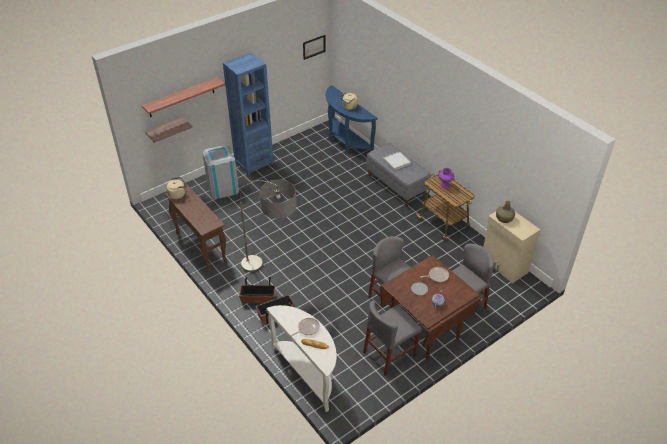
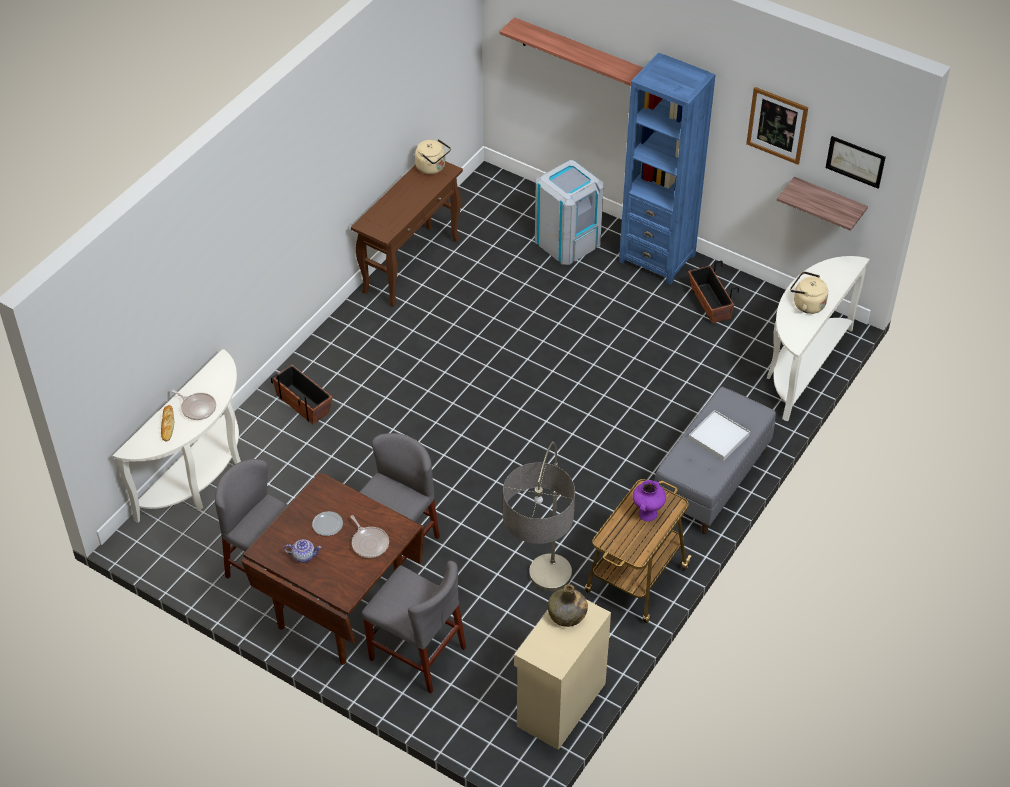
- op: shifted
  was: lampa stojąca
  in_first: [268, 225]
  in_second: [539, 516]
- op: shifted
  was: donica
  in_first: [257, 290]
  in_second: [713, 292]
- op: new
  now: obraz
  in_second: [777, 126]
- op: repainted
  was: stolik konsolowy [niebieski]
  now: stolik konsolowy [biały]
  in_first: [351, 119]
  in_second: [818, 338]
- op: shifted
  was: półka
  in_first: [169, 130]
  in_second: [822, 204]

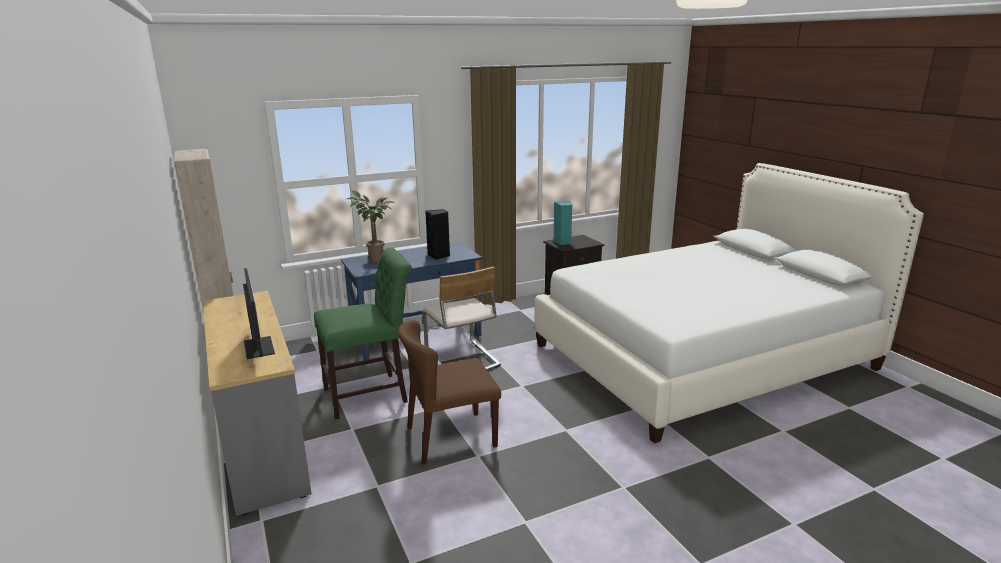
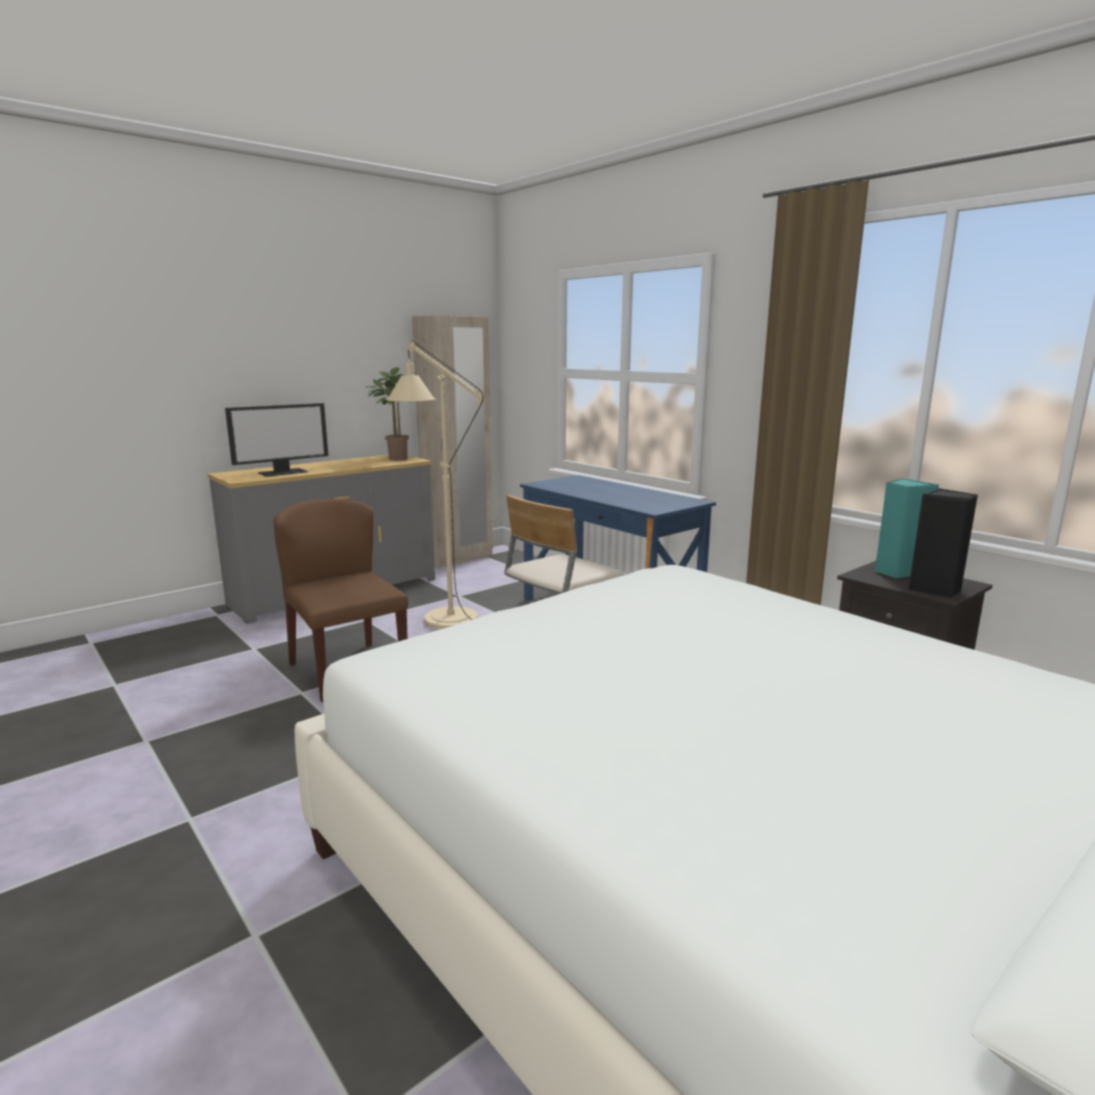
- op: shifted
  was: roślina doniczkowa
  in_first: [371, 226]
  in_second: [387, 413]
- op: swapped
  was: krzesło [zielony]
  now: lampa stojąca [beżowy]
  in_first: [363, 333]
  in_second: [435, 485]
- op: shifted
  was: głośnik [czarny]
  in_first: [437, 234]
  in_second: [943, 543]

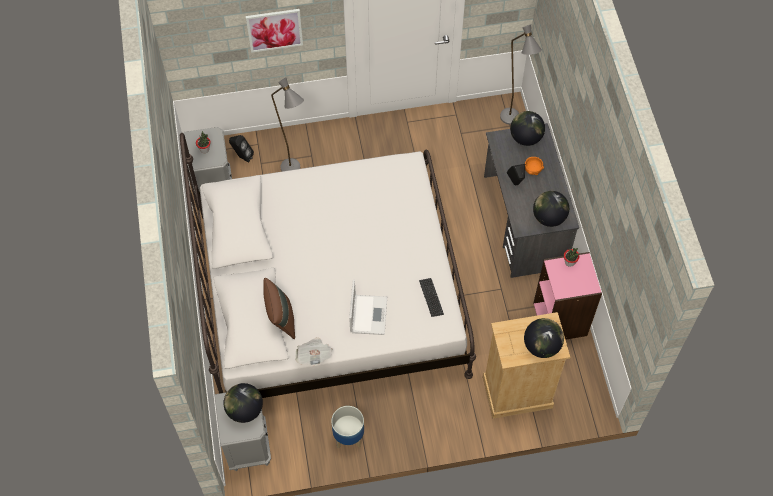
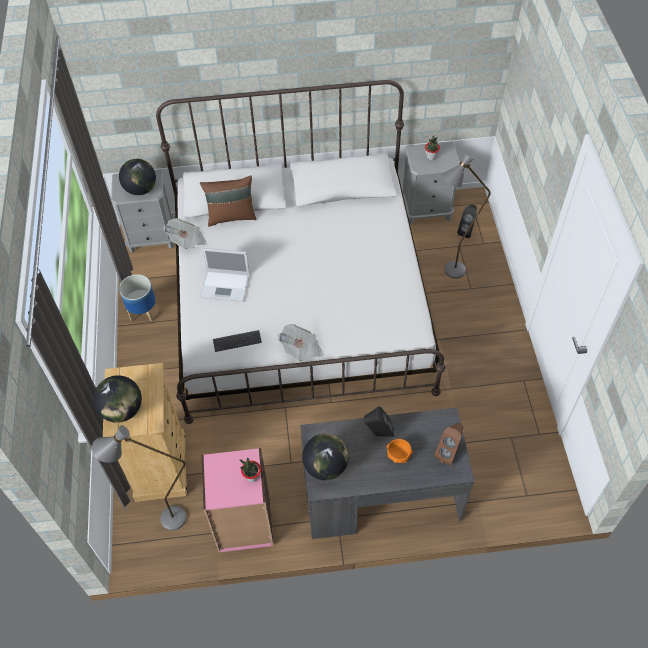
- op: shifted
  was: lampa stojąca [szary]
  in_first: [521, 74]
  in_second: [139, 477]
- op: new
  now: gazeta
  in_second: [300, 342]
- op: swapped
  was: globus
  now: głośnik [brązowy]
  in_first: [527, 128]
  in_second: [449, 444]
- op: gone
  was: obraz
  in_first: [274, 31]

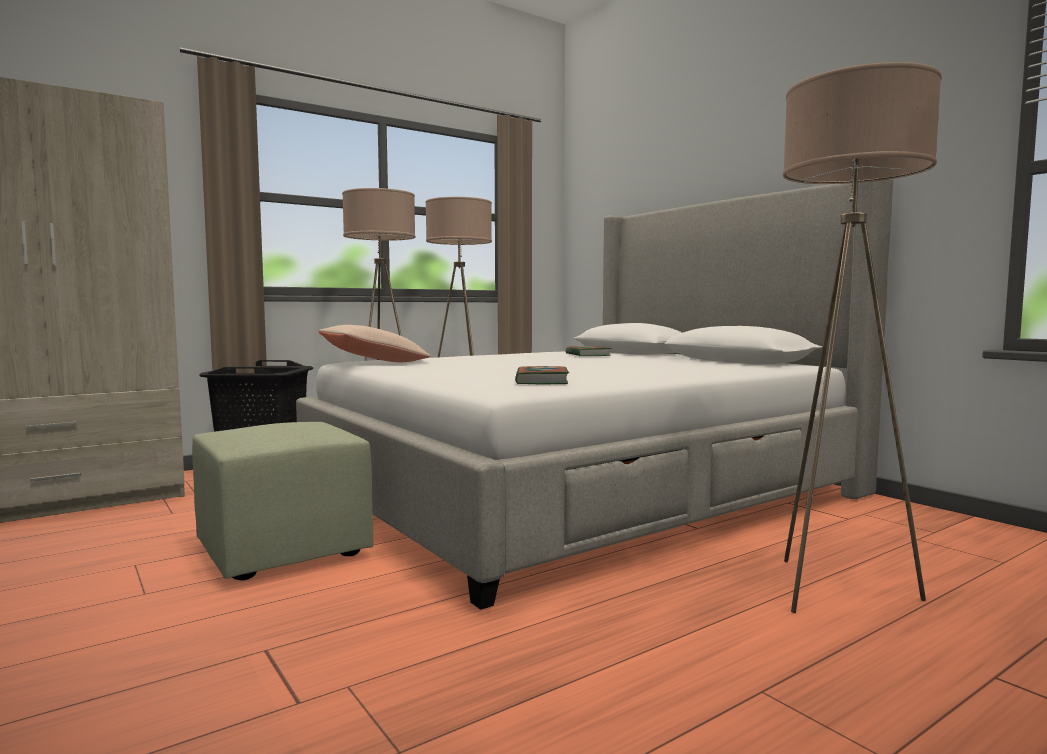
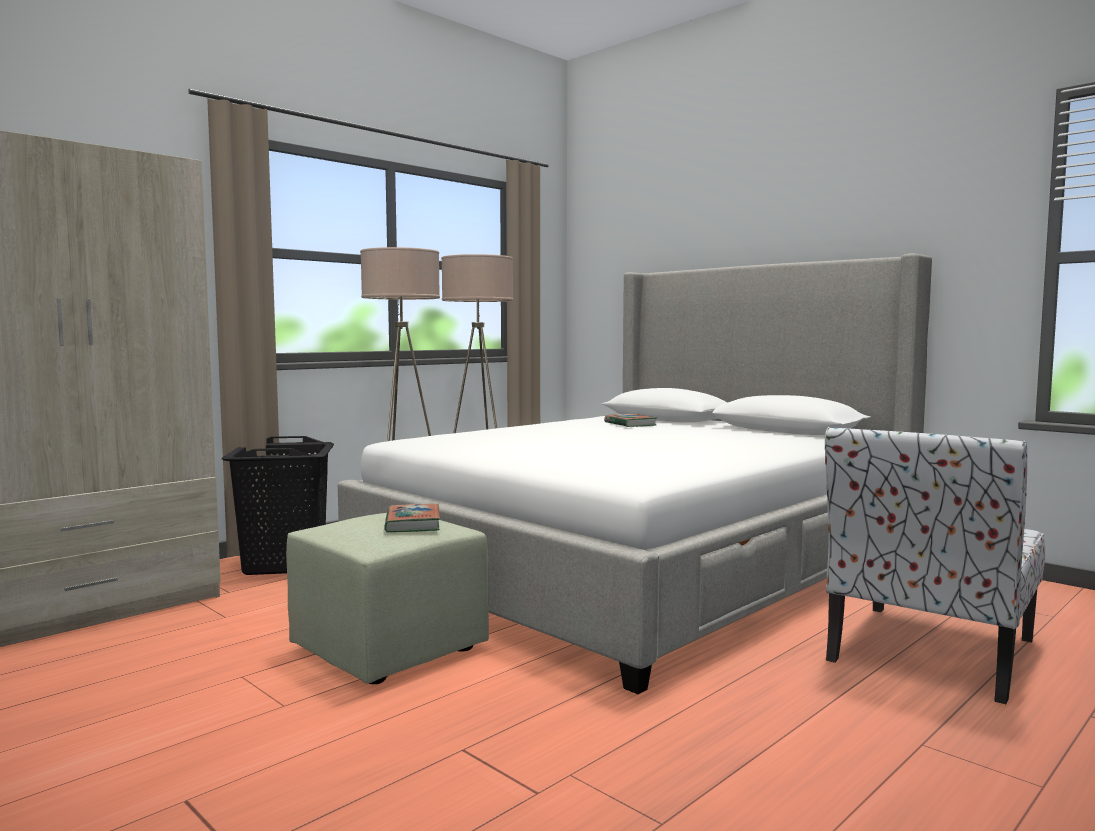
- op: shifted
  was: książka
  in_first: [542, 375]
  in_second: [412, 518]
- op: swapped
  was: lampa stojąca [beżowy]
  now: krzesło
  in_first: [862, 337]
  in_second: [935, 565]
- op: gone
  was: poduszka [beżowy]
  in_first: [374, 343]

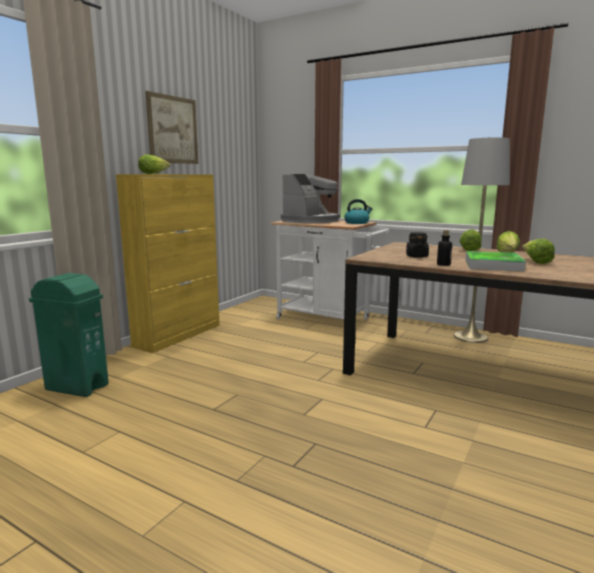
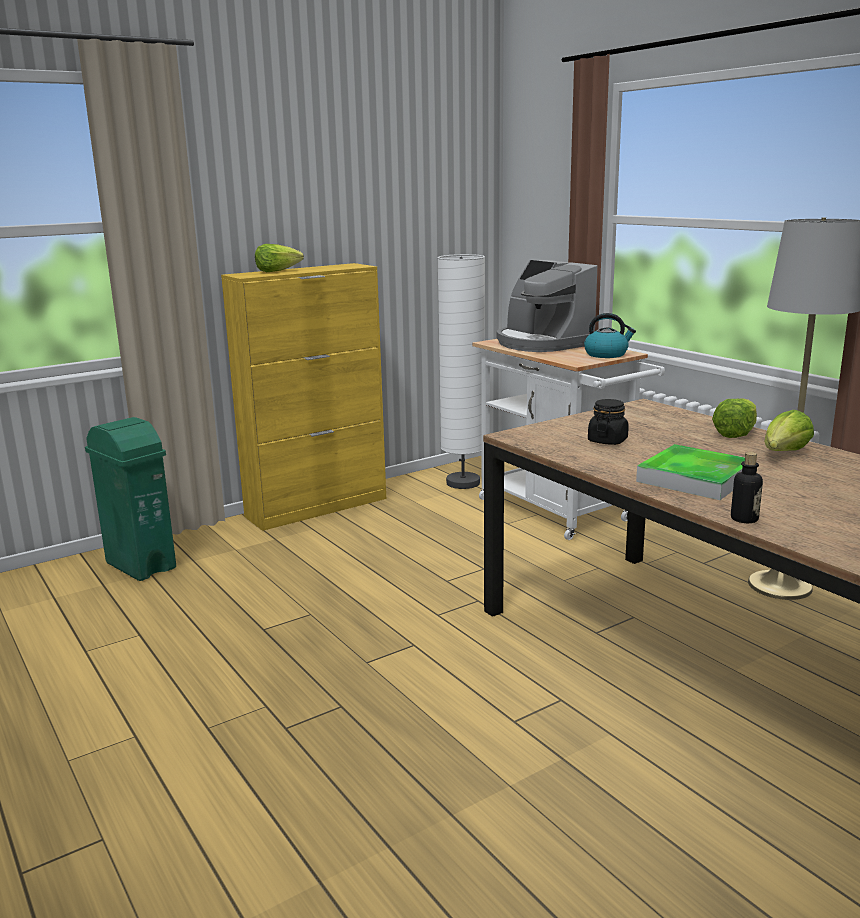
- op: new
  now: lampa stojąca [biały]
  in_second: [461, 371]
- op: rotated
  was: ekspres do kawy
  in_first: [310, 198]
  in_second: [546, 306]
  clockwise: 90
- op: shifted
  was: butelka
  in_first: [444, 248]
  in_second: [747, 487]
- op: gone
  was: obraz
  in_first: [171, 127]
- op: gone
  was: sałata
  in_first: [538, 251]

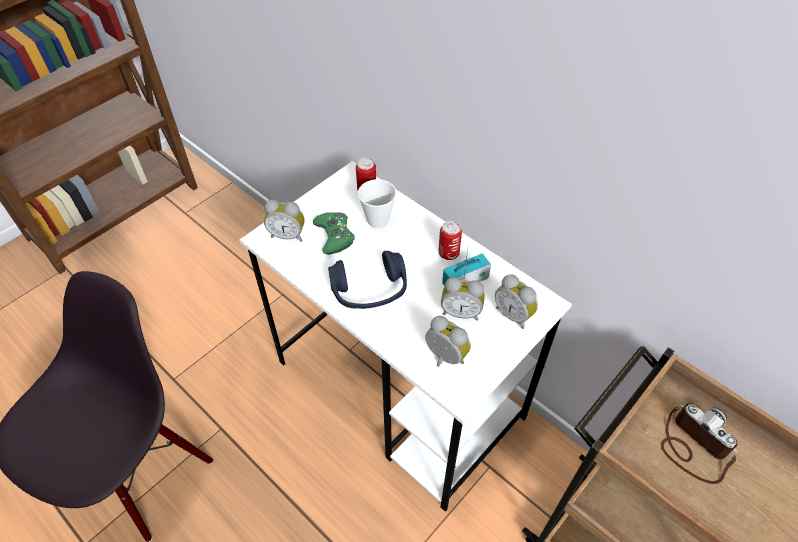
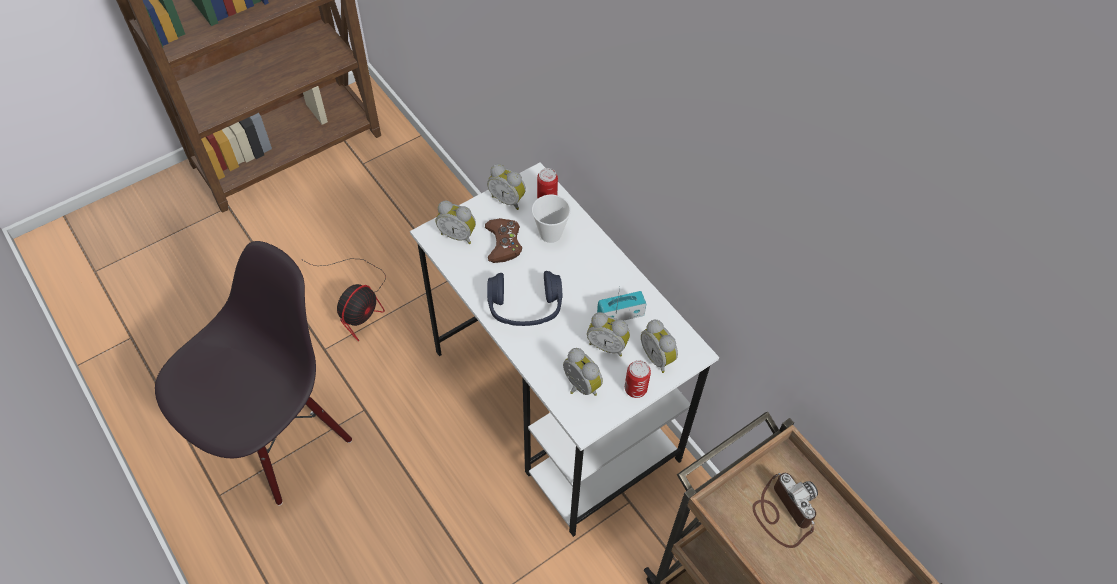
- op: new
  now: wentylator
  in_second: [343, 299]
- op: repainted
  was: pad do gier [zielony]
  now: pad do gier [brązowy]
  in_first: [333, 233]
  in_second: [503, 240]
- op: new
  now: budzik
  in_second: [506, 187]
- op: shifted
  was: puszka
  in_first: [450, 240]
  in_second: [638, 379]

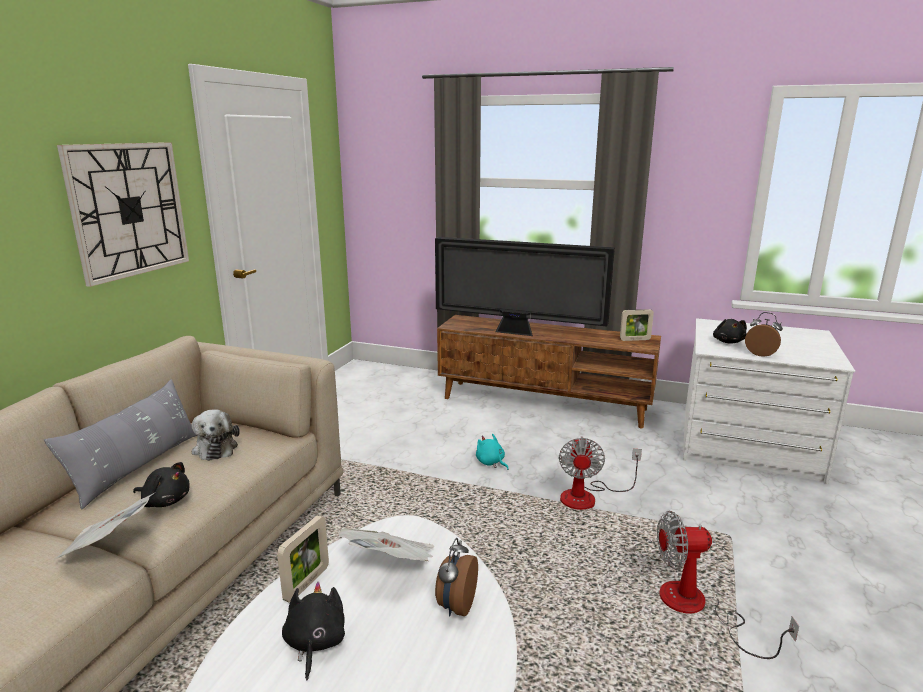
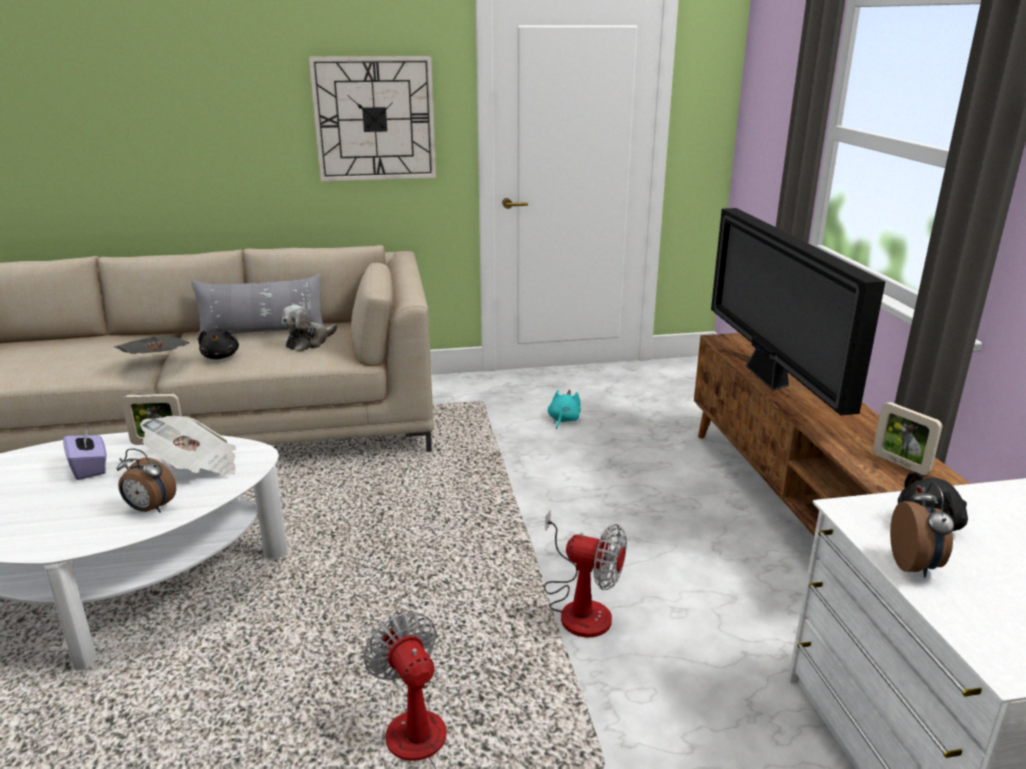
- op: swapped
  was: pluszak [czarny]
  now: pudełko chusteczek [fioletowy]
  in_first: [313, 631]
  in_second: [84, 454]
- op: rotated
  was: budzik
  in_first: [456, 577]
  in_second: [146, 480]
  clockwise: -150
- op: rotated
  was: wentylator
  in_first: [600, 473]
  in_second: [585, 574]
  clockwise: -135
- op: shifted
  was: pluszak [turkusowy]
  in_first: [492, 452]
  in_second: [564, 409]

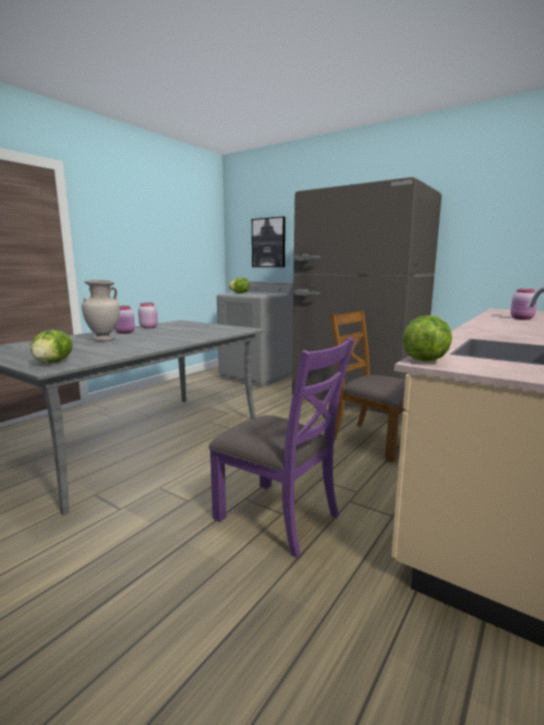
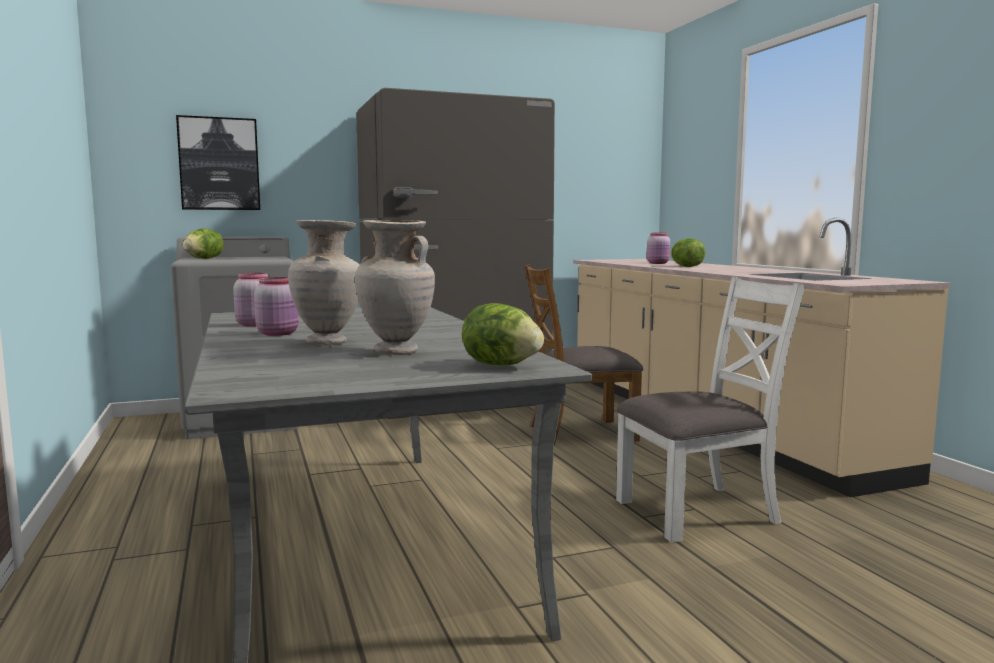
- op: new
  now: wazon [beżowy]
  in_second: [395, 287]
- op: repainted
  was: krzesło [fioletowy]
  now: krzesło [biały]
  in_first: [281, 447]
  in_second: [710, 410]
- op: shifted
  was: sałata
  in_first: [427, 338]
  in_second: [687, 252]

